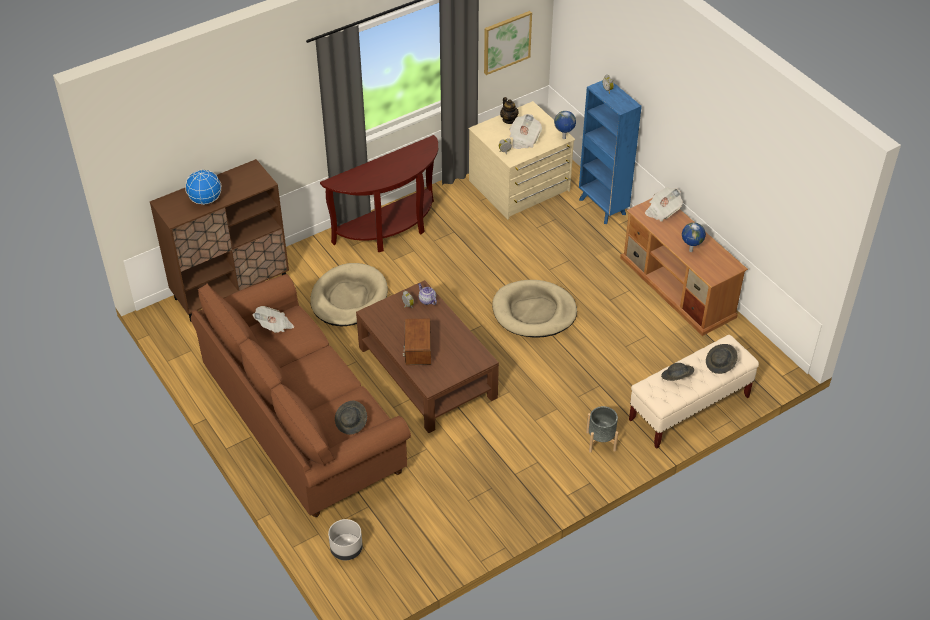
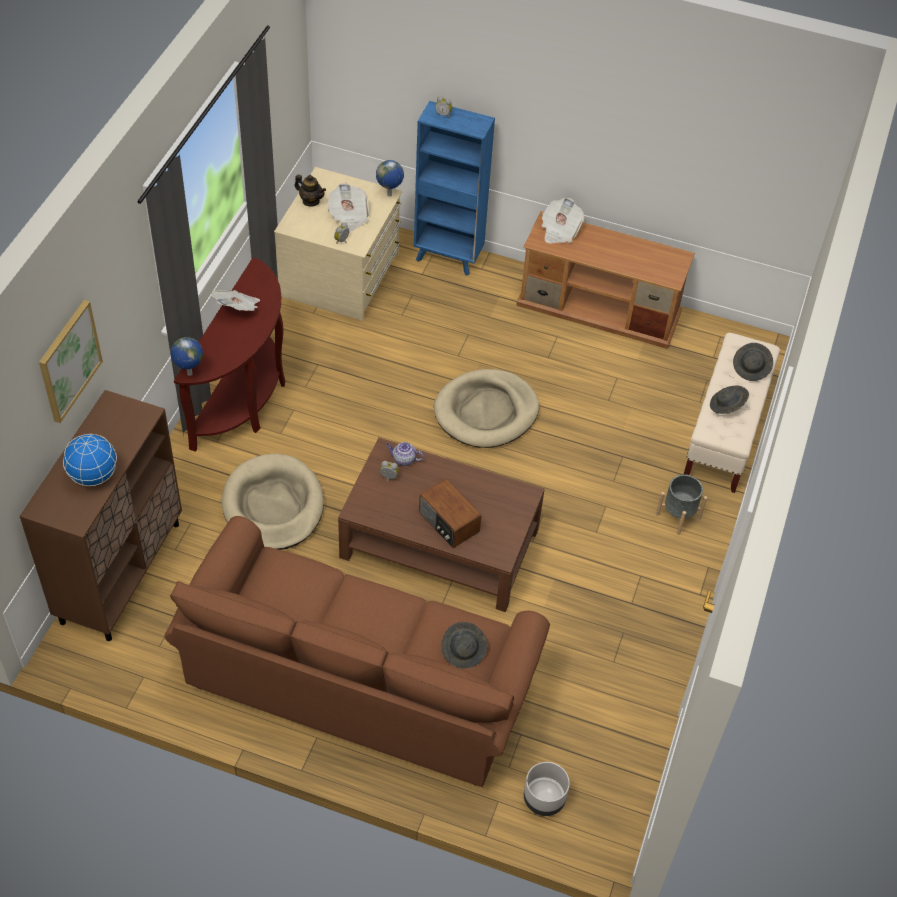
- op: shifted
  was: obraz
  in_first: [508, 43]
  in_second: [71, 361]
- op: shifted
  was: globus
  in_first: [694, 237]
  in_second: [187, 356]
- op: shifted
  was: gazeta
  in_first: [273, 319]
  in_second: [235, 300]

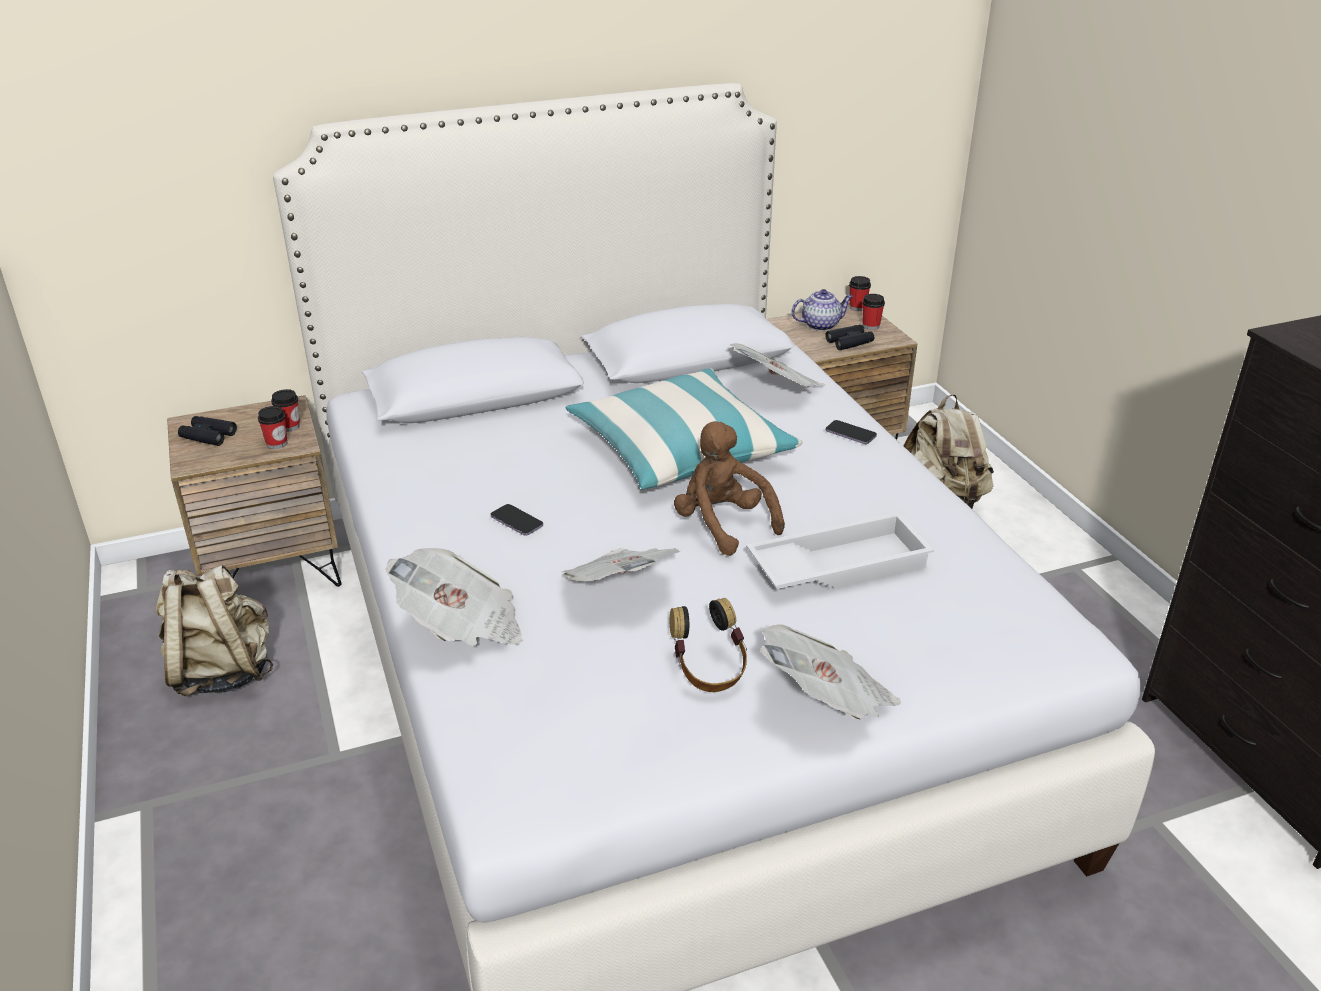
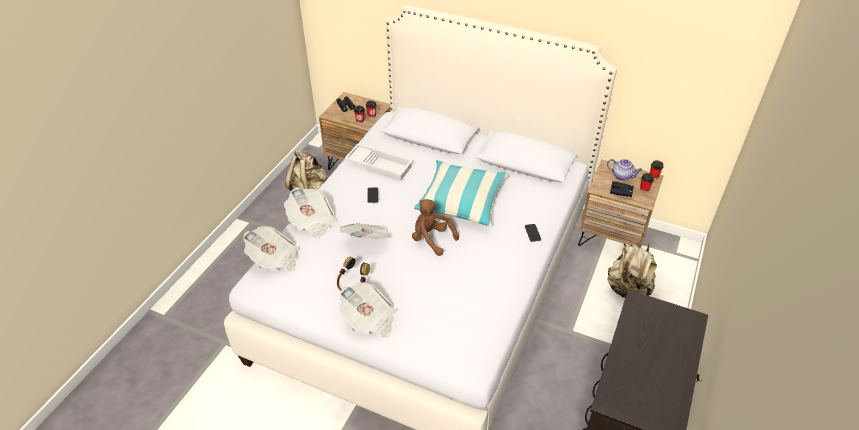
- op: shifted
  was: gazeta
  in_first: [777, 365]
  in_second: [270, 248]
- op: shifted
  was: taca [biały]
  in_first: [840, 550]
  in_second: [379, 162]
- op: rotated
  was: pluszak [brązowy]
  in_first: [729, 488]
  in_second: [435, 227]
  clockwise: -60

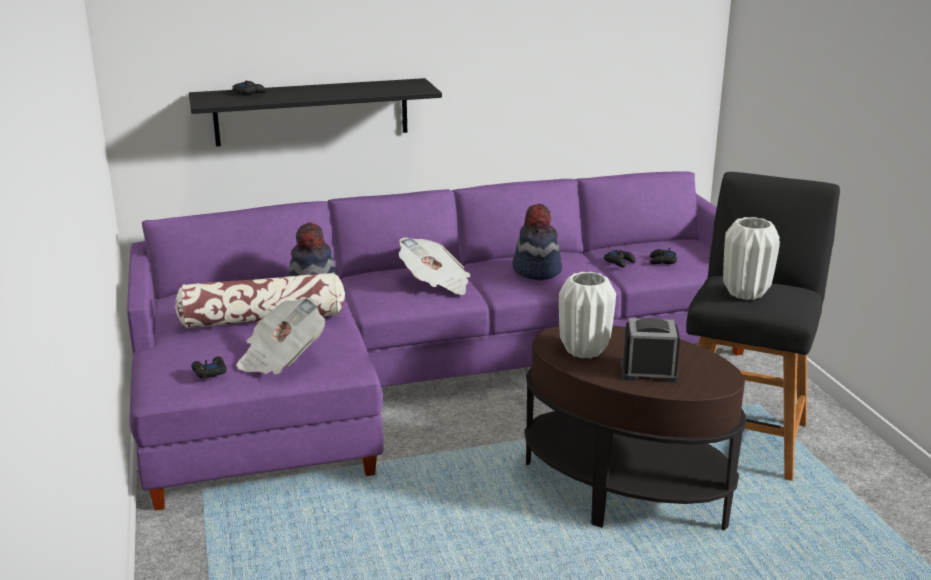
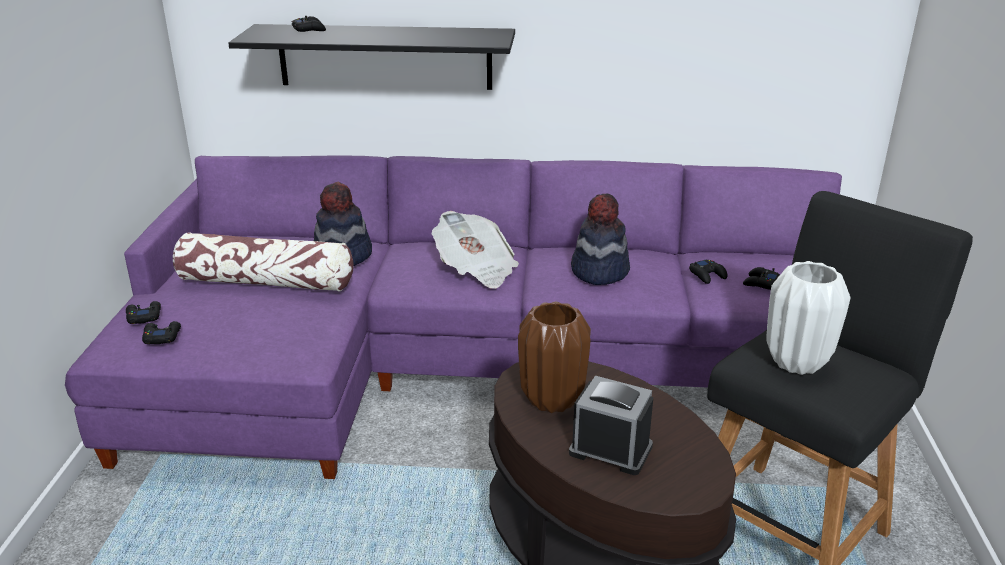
- op: new
  now: pad do gier [czarny]
  in_second: [143, 312]
- op: repainted
  was: wazon [biały]
  now: wazon [brązowy]
  in_first: [587, 315]
  in_second: [554, 357]
- op: gone
  was: gazeta
  in_first: [280, 336]

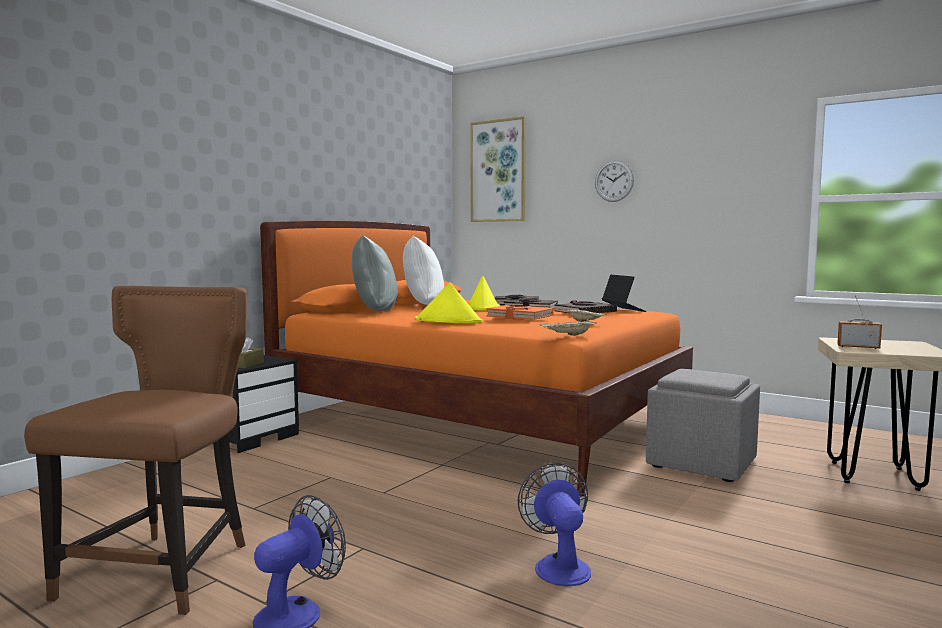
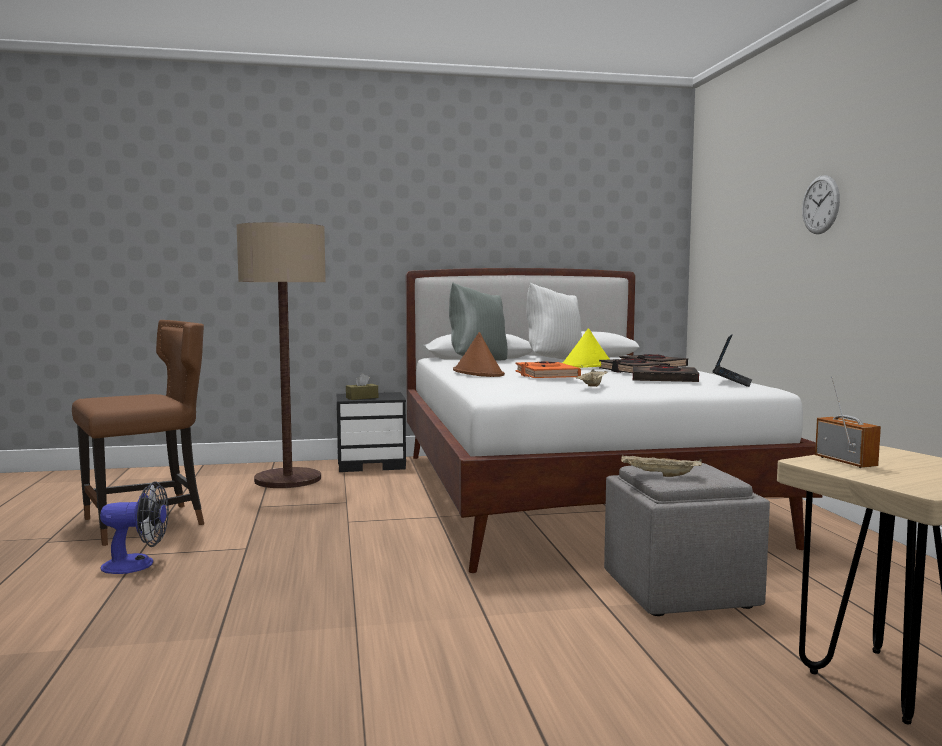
- op: new
  now: lampa stojąca
  in_second: [281, 355]
- op: repainted
  was: łóżko [pomarańczowy]
  now: łóżko [biały]
  in_first: [476, 358]
  in_second: [614, 420]
- op: repainted
  was: kapelusz [żółty]
  now: kapelusz [brązowy]
  in_first: [449, 303]
  in_second: [479, 354]
- op: shifted
  was: taca [beżowy]
  in_first: [568, 328]
  in_second: [661, 466]
- op: gone
  was: obraz
  in_first: [498, 169]
- op: gone
  was: wentylator
  in_first: [554, 524]

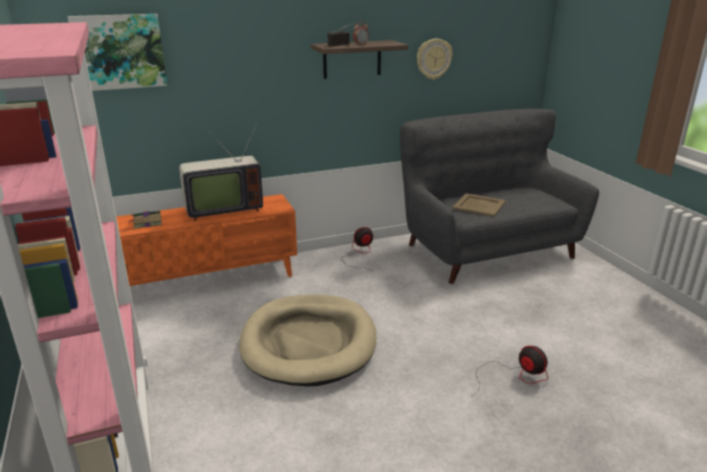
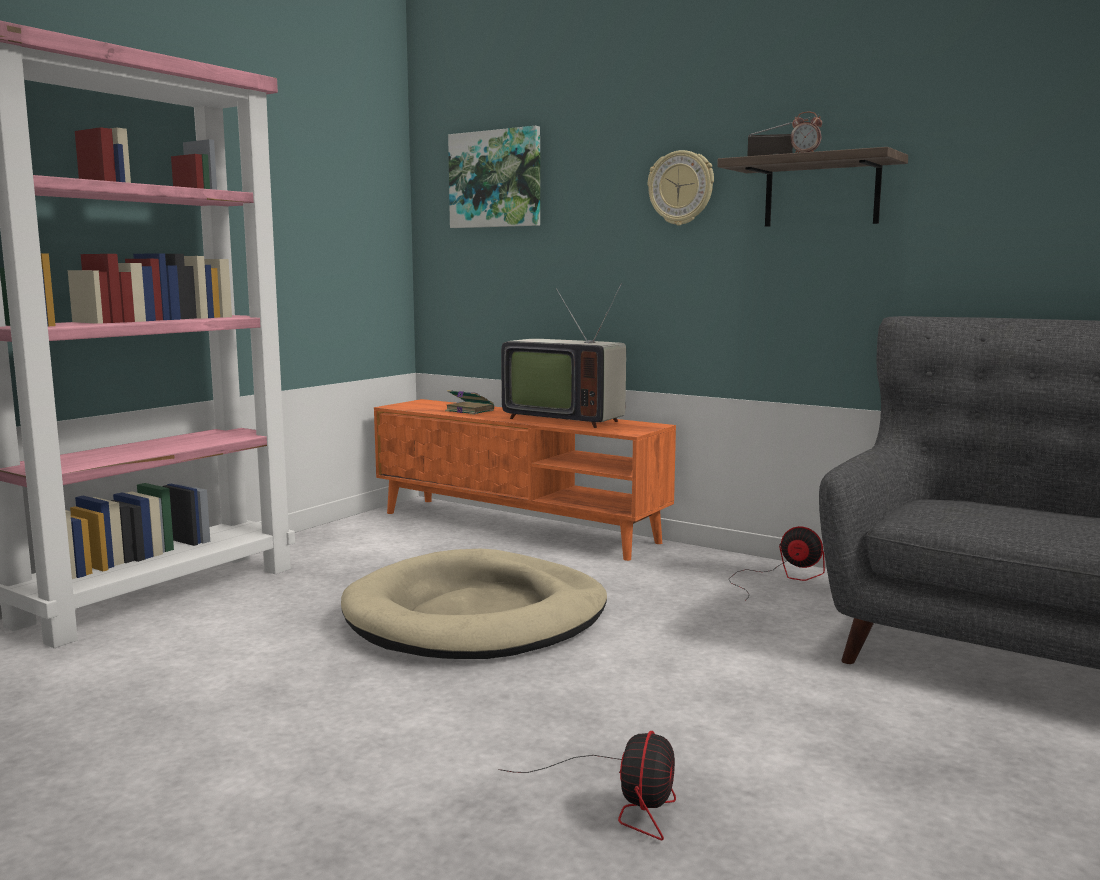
- op: shifted
  was: zegar ścienny
  in_first: [434, 59]
  in_second: [681, 187]
- op: gone
  was: taca [beżowy]
  in_first: [479, 205]

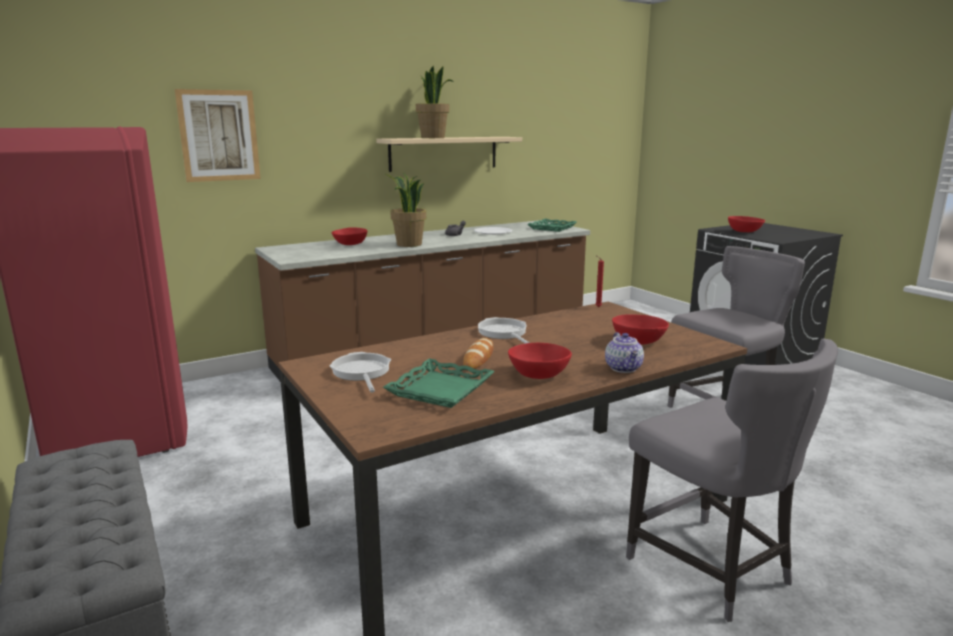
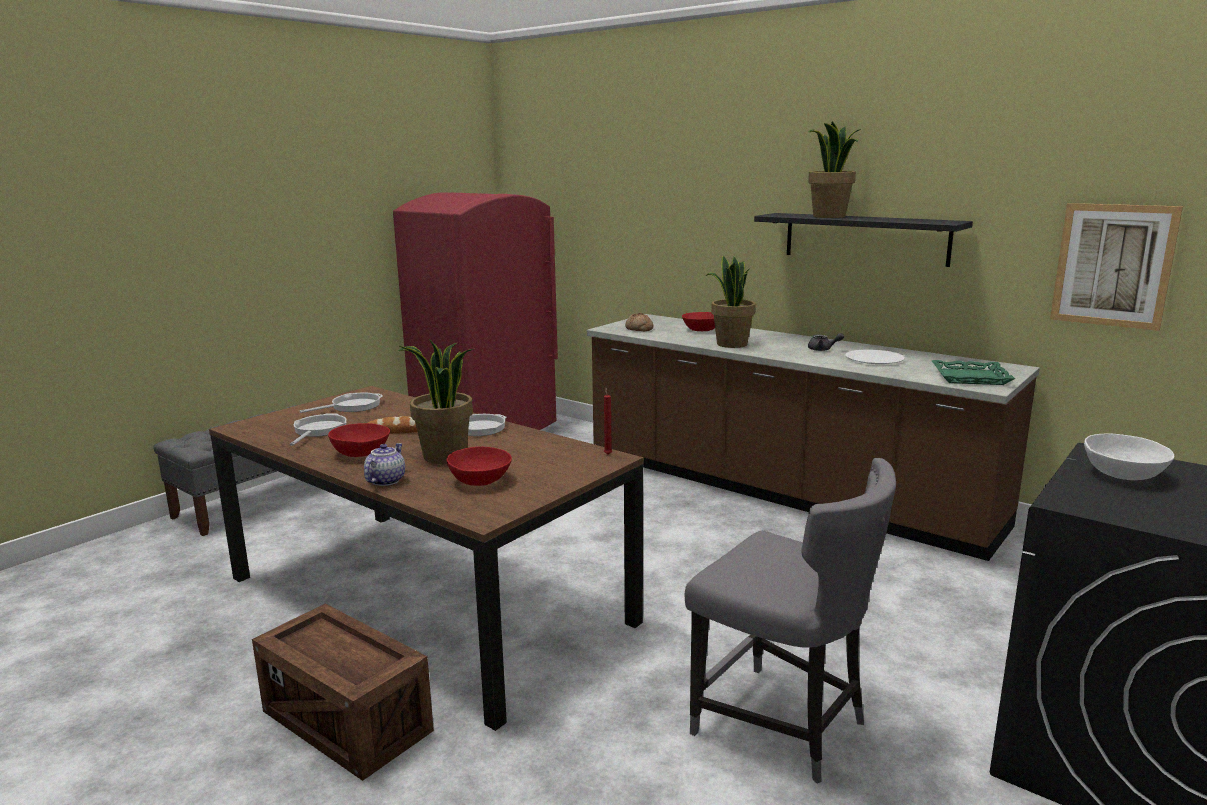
- op: swapped
  was: krzesło [szary]
  now: skrzynka
  in_first: [732, 480]
  in_second: [343, 692]
- op: swapped
  was: taca [zielony]
  now: patelnia
  in_first: [439, 383]
  in_second: [318, 429]
- op: rotated
  was: imbryk
  in_first: [624, 352]
  in_second: [384, 464]
  clockwise: 135
- op: new
  now: roślina doniczkowa
  in_second: [435, 401]
- op: new
  now: chleb
  in_second: [639, 322]
- op: repainted
  was: półka [beżowy]
  now: półka [czarny]
  in_first: [449, 154]
  in_second: [863, 240]
- op: shifted
  was: obraz
  in_first: [218, 135]
  in_second: [1116, 267]
- op: repainted
  was: miska [czerwony]
  now: miska [biały]
  in_first: [746, 224]
  in_second: [1129, 456]

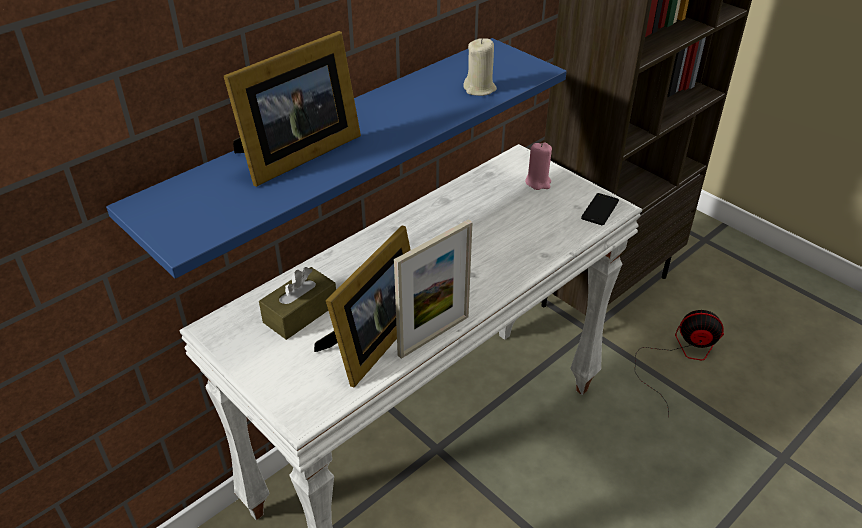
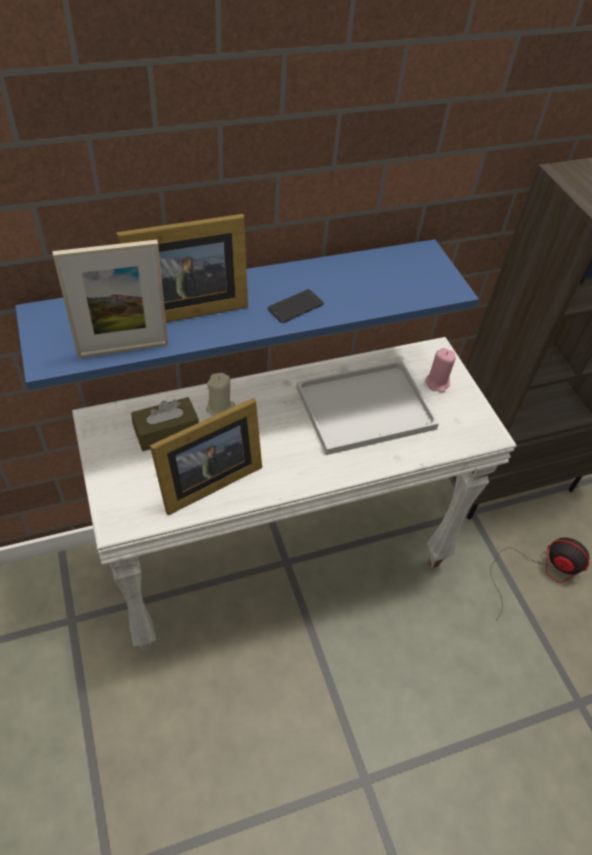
- op: shifted
  was: ramka na zdjęcie
  in_first: [433, 289]
  in_second: [110, 299]
- op: shifted
  was: świeca [beżowy]
  in_first: [480, 67]
  in_second: [220, 394]
- op: shifted
  was: telefon
  in_first: [600, 209]
  in_second: [295, 306]
- op: new
  now: taca [biały]
  in_second: [367, 408]

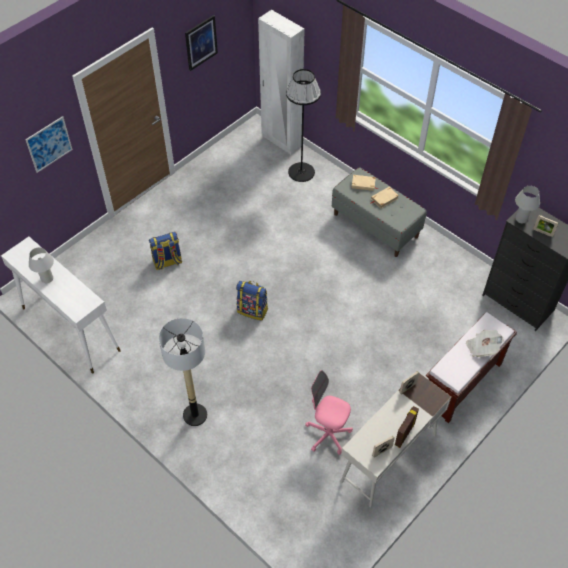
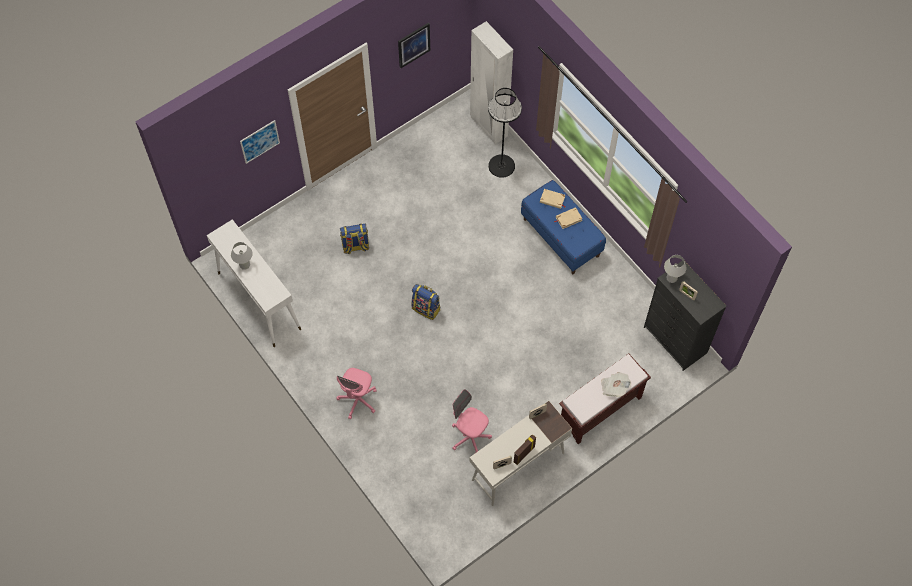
- op: swapped
  was: lampa stojąca
  now: krzesło biurowe [różowy]
  in_first: [183, 372]
  in_second: [356, 393]
- op: repainted
  was: ławka [szary]
  now: ławka [niebieski]
  in_first: [379, 212]
  in_second: [563, 227]

